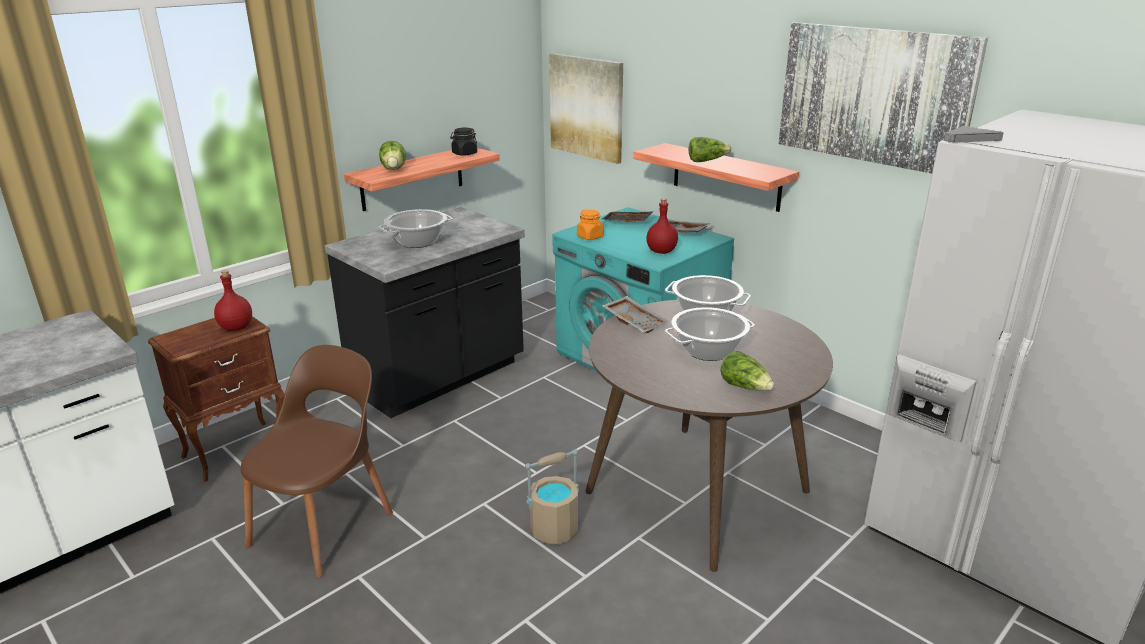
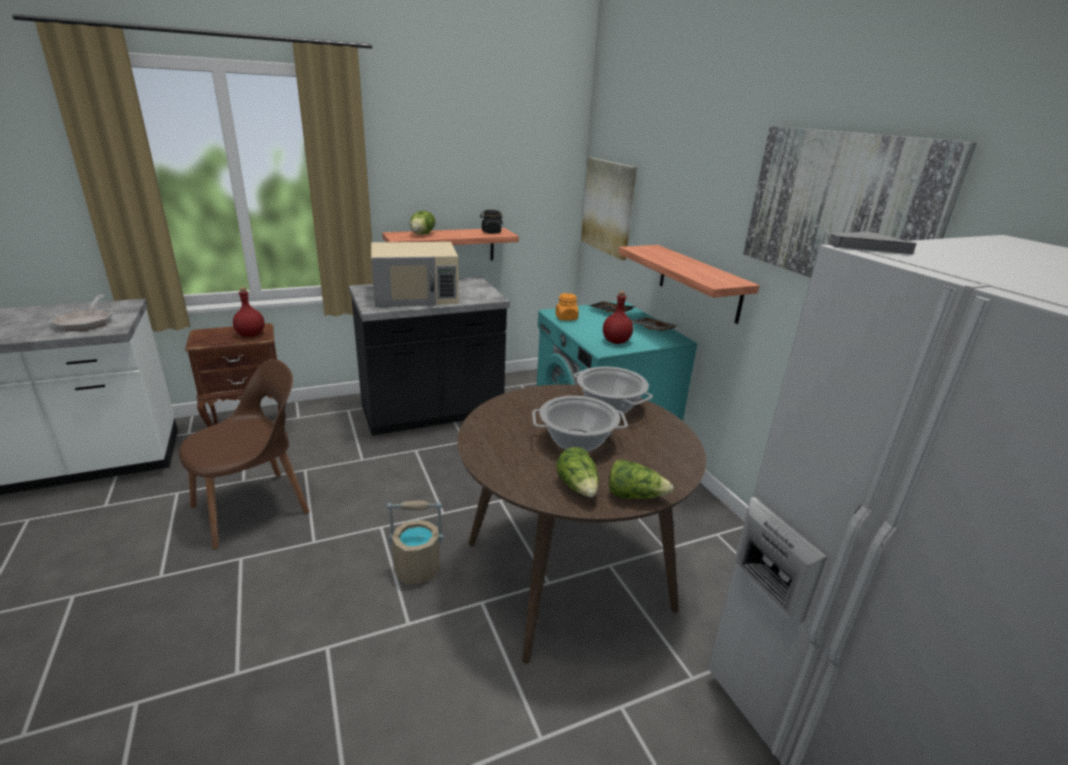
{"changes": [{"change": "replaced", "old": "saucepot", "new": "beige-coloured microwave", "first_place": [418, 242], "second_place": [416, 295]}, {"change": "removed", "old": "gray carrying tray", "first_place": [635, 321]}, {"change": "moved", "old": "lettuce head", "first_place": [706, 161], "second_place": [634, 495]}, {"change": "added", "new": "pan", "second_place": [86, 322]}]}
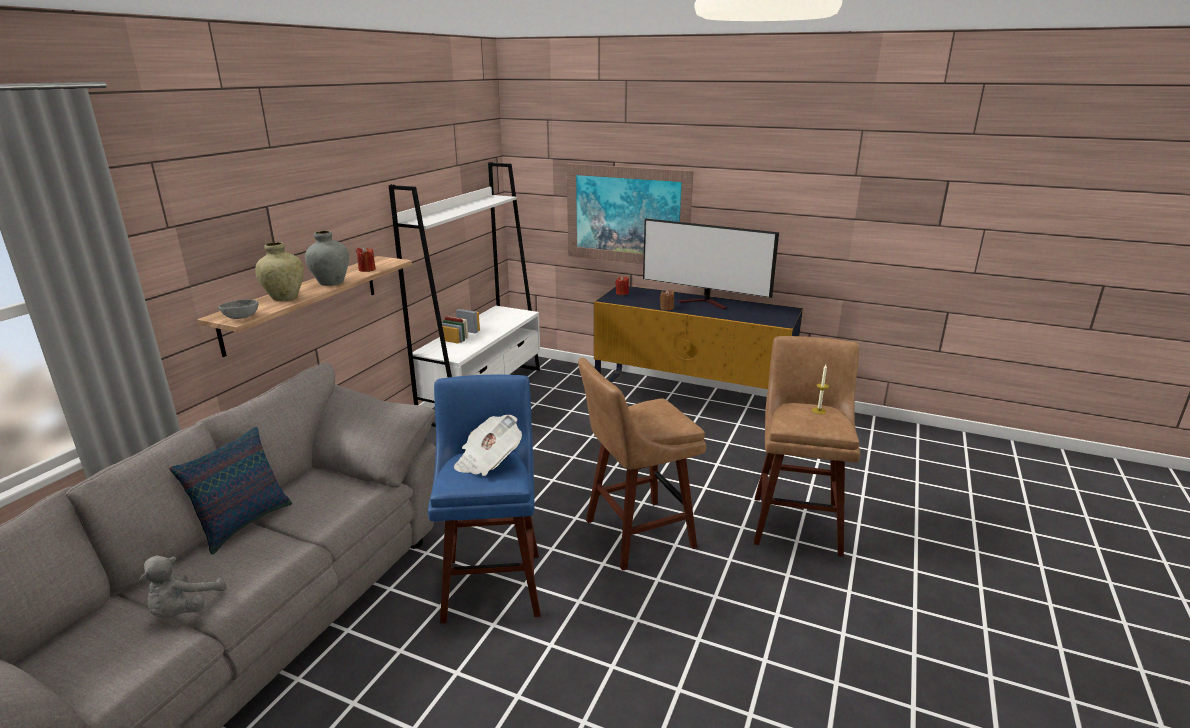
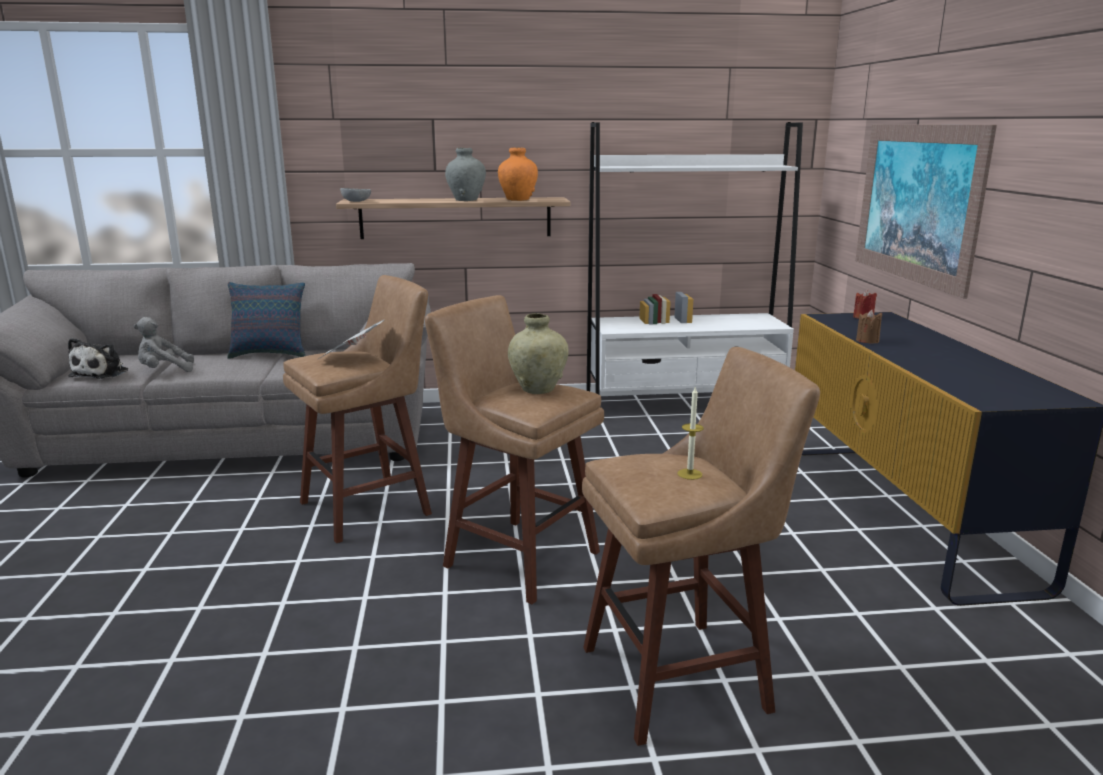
{"changes": [{"change": "moved", "old": "beige-coloured flower vase", "first_place": [285, 297], "second_place": [538, 389]}, {"change": "replaced", "old": "red wax light", "new": "orange-coloured flower vase", "first_place": [367, 269], "second_place": [518, 199]}, {"change": "recoloured", "old": "blue stool seat", "new": "brown-coloured stool seat", "first_place": [493, 583], "second_place": [370, 507]}, {"change": "removed", "old": "television", "first_place": [706, 303]}, {"change": "added", "new": "plush toy", "second_place": [102, 373]}]}
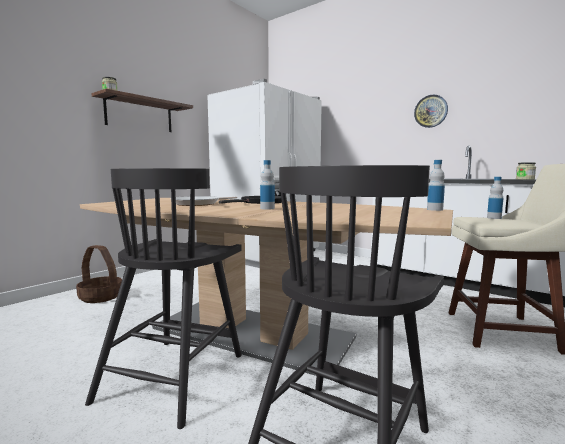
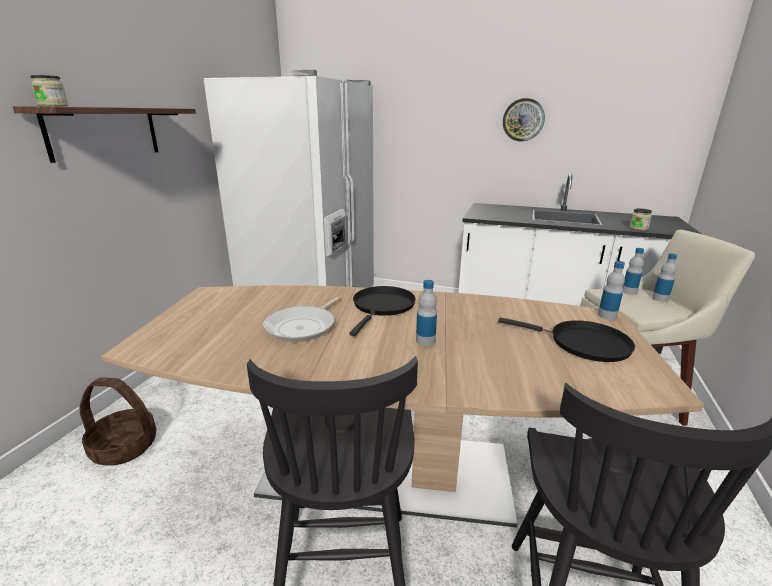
{"changes": [{"change": "added", "new": "black pan", "second_place": [583, 344]}, {"change": "added", "new": "bottle", "second_place": [660, 299]}]}
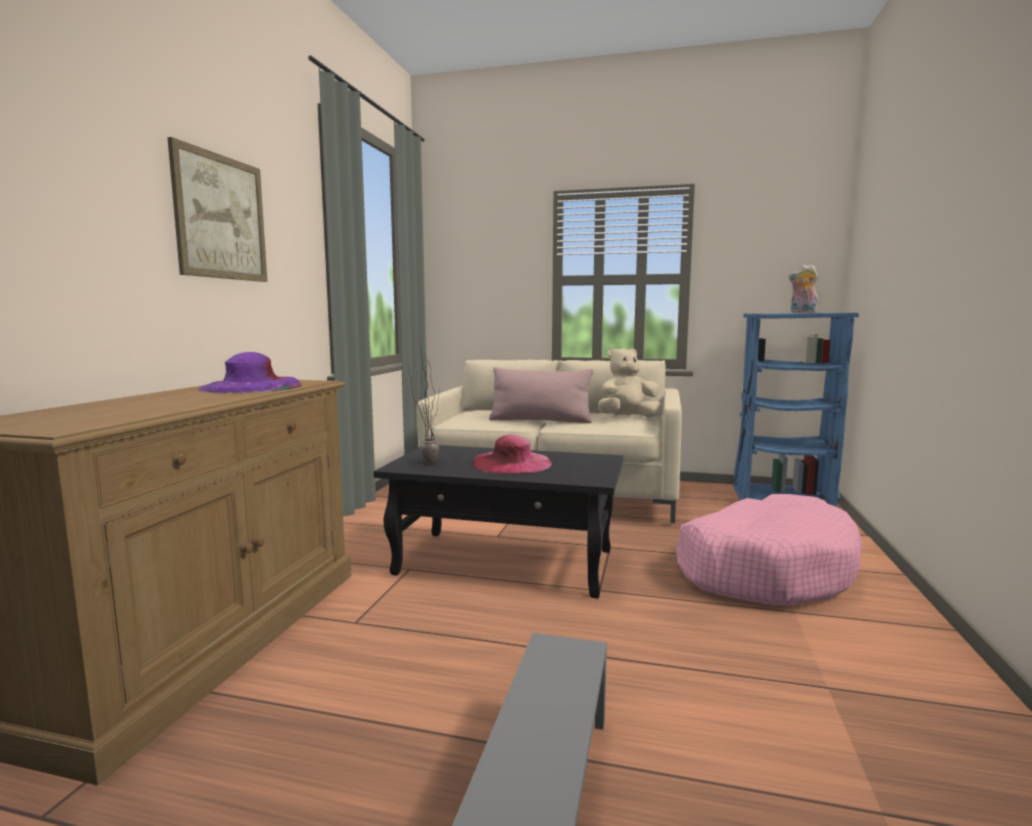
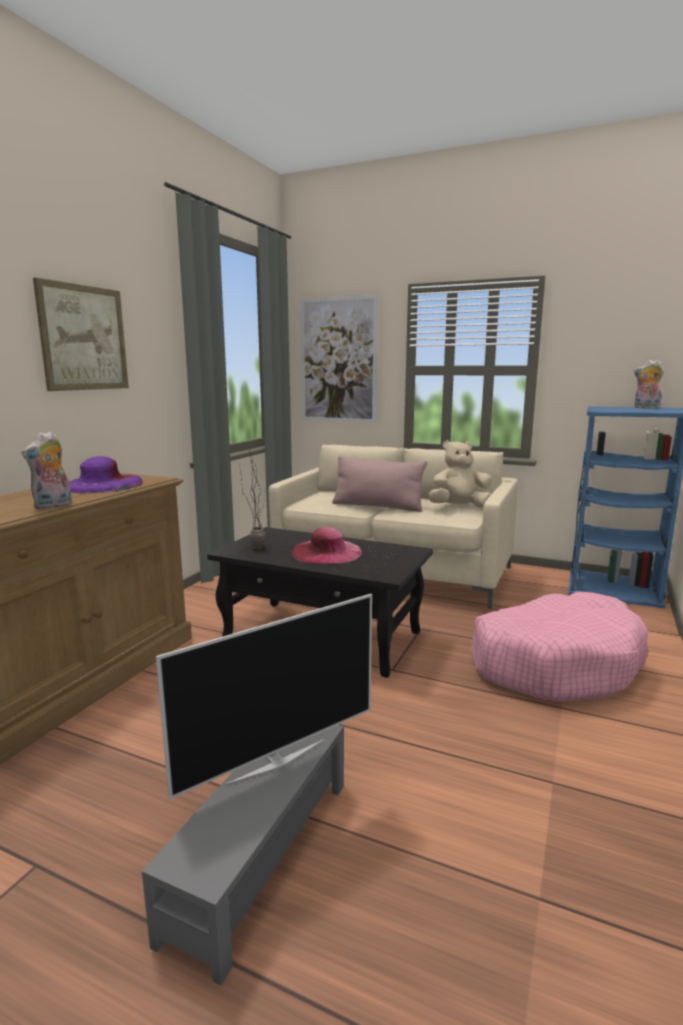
{"changes": [{"change": "added", "new": "plush toy", "second_place": [53, 506]}, {"change": "added", "new": "television", "second_place": [276, 761]}, {"change": "added", "new": "wall art", "second_place": [338, 360]}]}
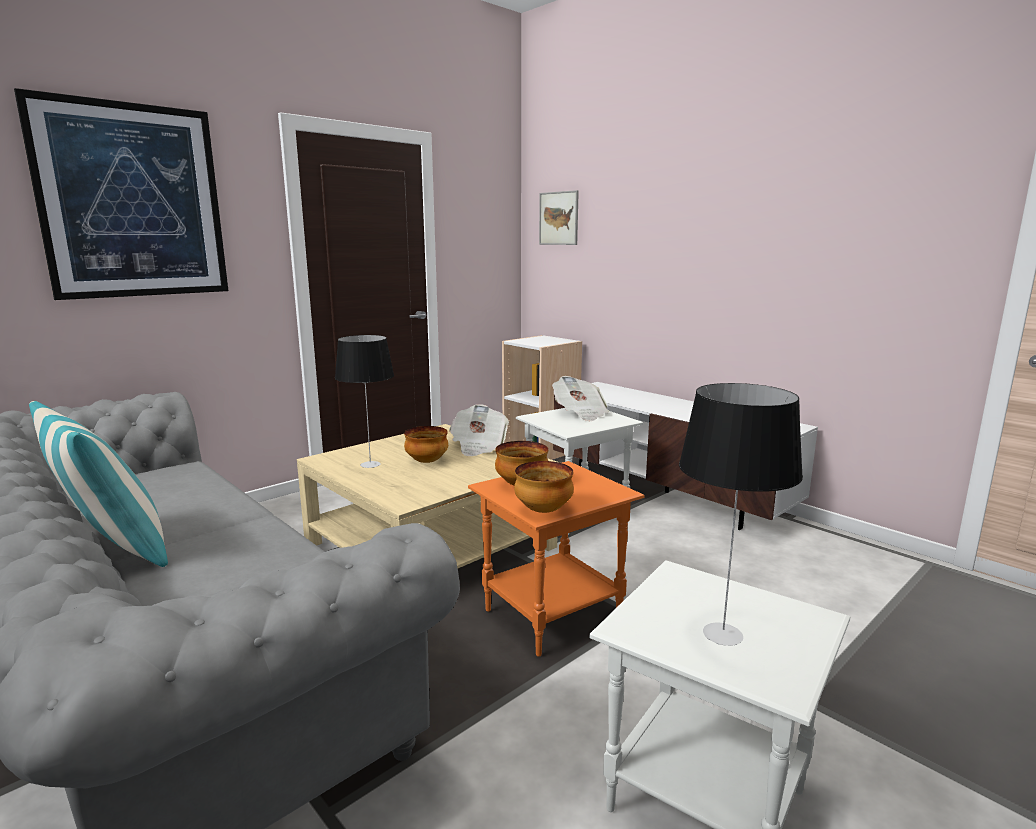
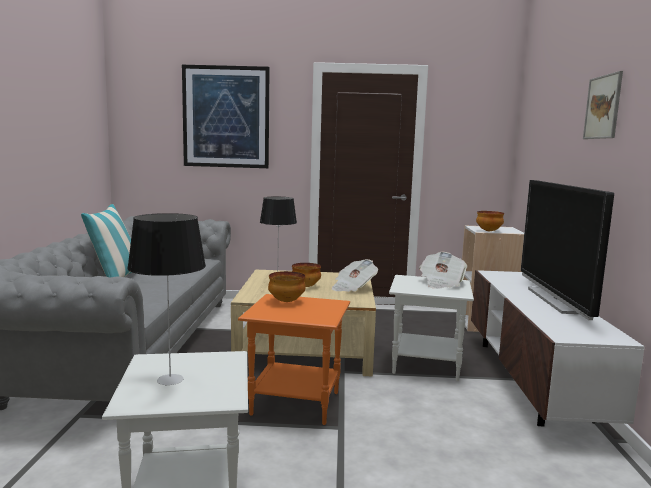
{"changes": [{"change": "moved", "old": "deep dish", "first_place": [542, 510], "second_place": [488, 231]}, {"change": "moved", "old": "wall art", "first_place": [558, 218], "second_place": [603, 107]}, {"change": "added", "new": "television", "second_place": [557, 300]}]}
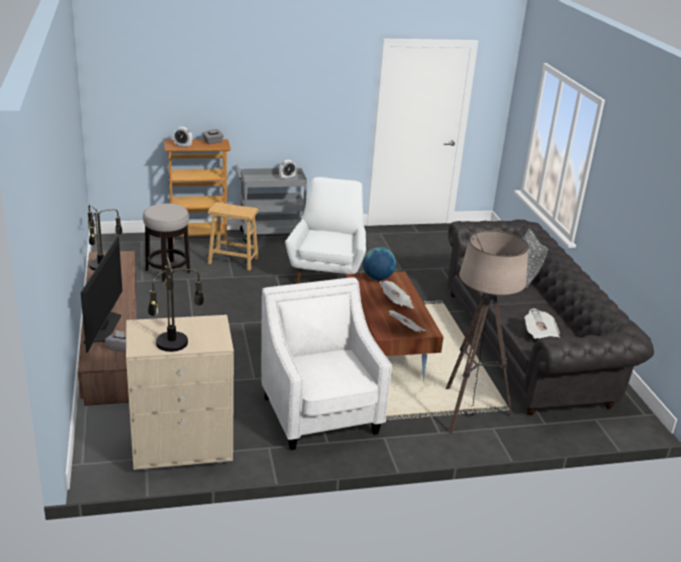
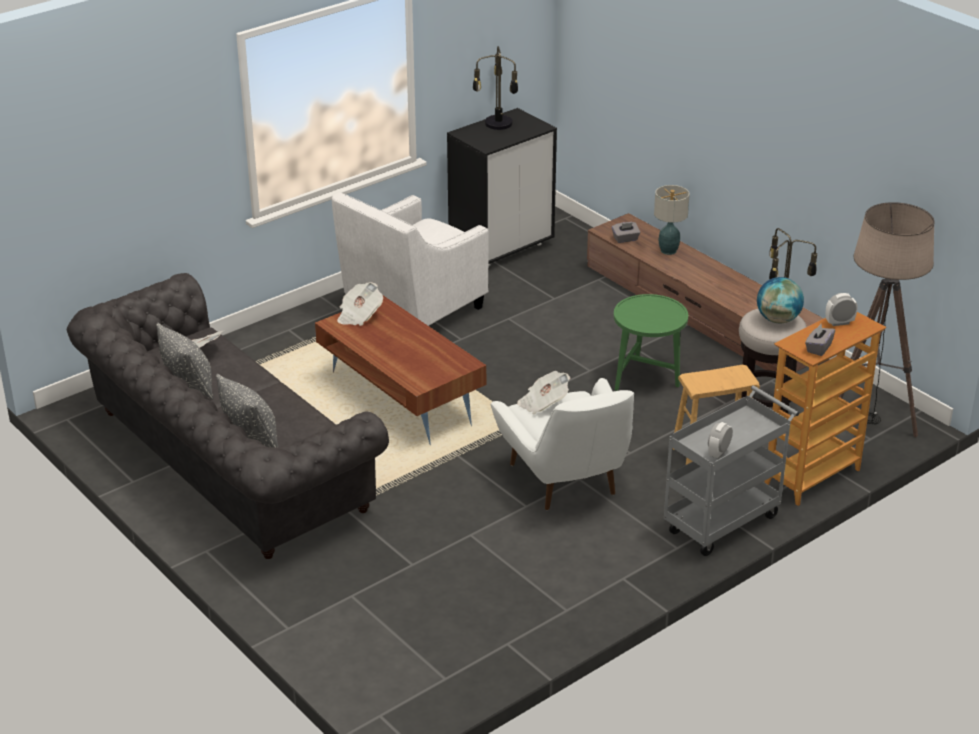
{"changes": [{"change": "replaced", "old": "television", "new": "lamp for a table", "first_place": [104, 327], "second_place": [669, 251]}, {"change": "recoloured", "old": "beige-coloured storage cabinet", "new": "black storage cabinet", "first_place": [181, 451], "second_place": [502, 246]}, {"change": "turned", "old": "white easy chair", "first_place": [320, 414], "second_place": [414, 309], "degrees": 90}, {"change": "moved", "old": "globe", "first_place": [377, 278], "second_place": [778, 319]}, {"change": "moved", "old": "newspaper", "first_place": [396, 303], "second_place": [543, 403]}, {"change": "moved", "old": "floor lamp", "first_place": [470, 412], "second_place": [869, 418]}, {"change": "added", "new": "gray cushion", "second_place": [189, 386]}, {"change": "added", "new": "greenish accent table", "second_place": [646, 378]}]}
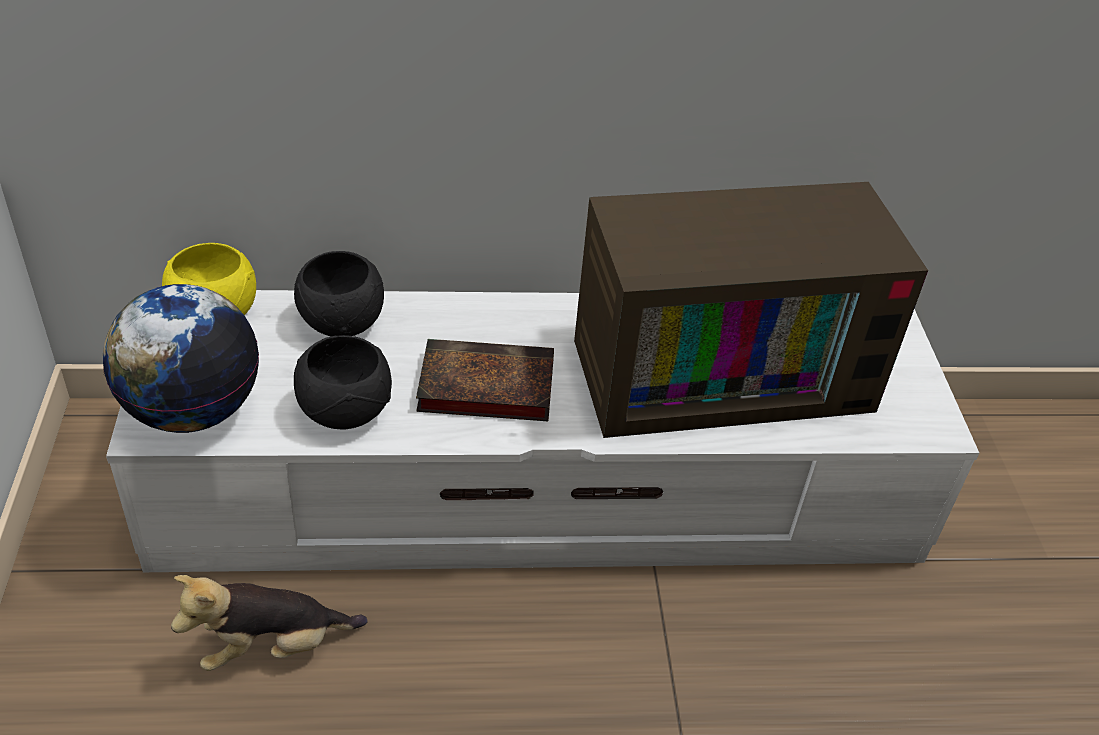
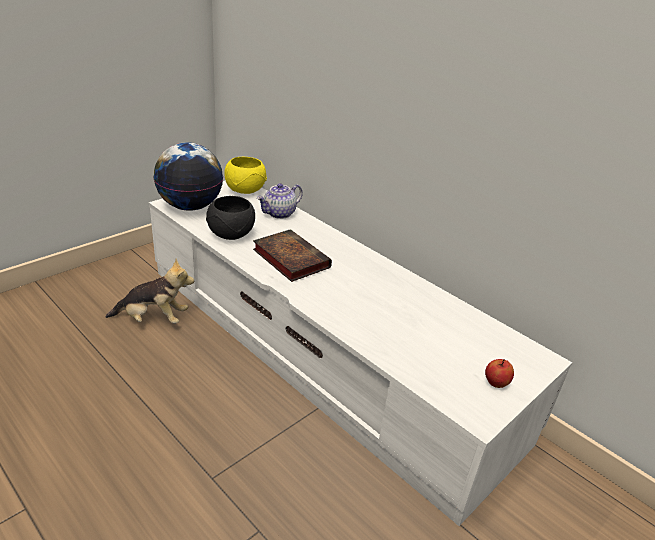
{"changes": [{"change": "turned", "old": "plush toy", "first_place": [272, 647], "second_place": [153, 319], "degrees": 150}, {"change": "replaced", "old": "black deep dish", "new": "teapot", "first_place": [341, 321], "second_place": [279, 213]}, {"change": "removed", "old": "television", "first_place": [722, 369]}, {"change": "added", "new": "whole apple", "second_place": [496, 383]}]}
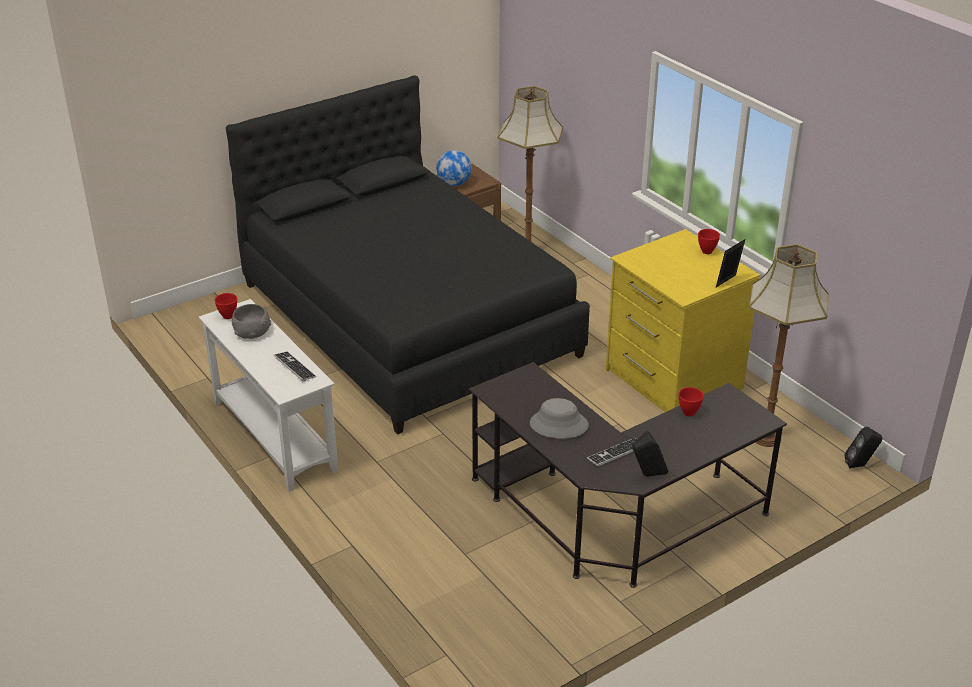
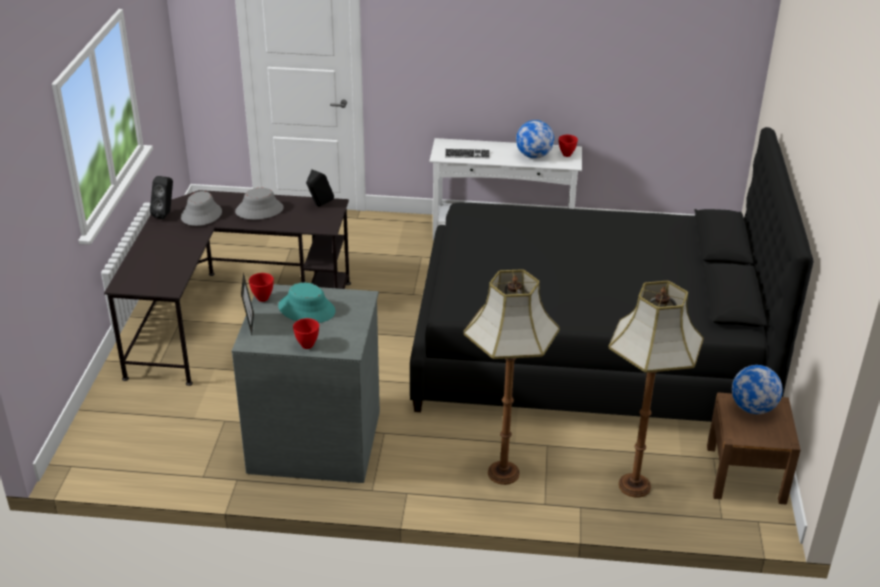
{"changes": [{"change": "replaced", "old": "gray deep dish", "new": "globe", "first_place": [252, 331], "second_place": [534, 156]}, {"change": "replaced", "old": "computer keyboard", "new": "gray clothing hat", "first_place": [616, 453], "second_place": [201, 215]}, {"change": "recoloured", "old": "yellowish drawer chest", "new": "gray drawer chest", "first_place": [672, 380], "second_place": [315, 440]}, {"change": "moved", "old": "red deep dish", "first_place": [688, 413], "second_place": [262, 298]}, {"change": "moved", "old": "floor lamp", "first_place": [767, 437], "second_place": [502, 474]}, {"change": "moved", "old": "black speaker", "first_place": [860, 465], "second_place": [319, 206]}, {"change": "added", "new": "blue-green clothing hat", "second_place": [307, 309]}]}
